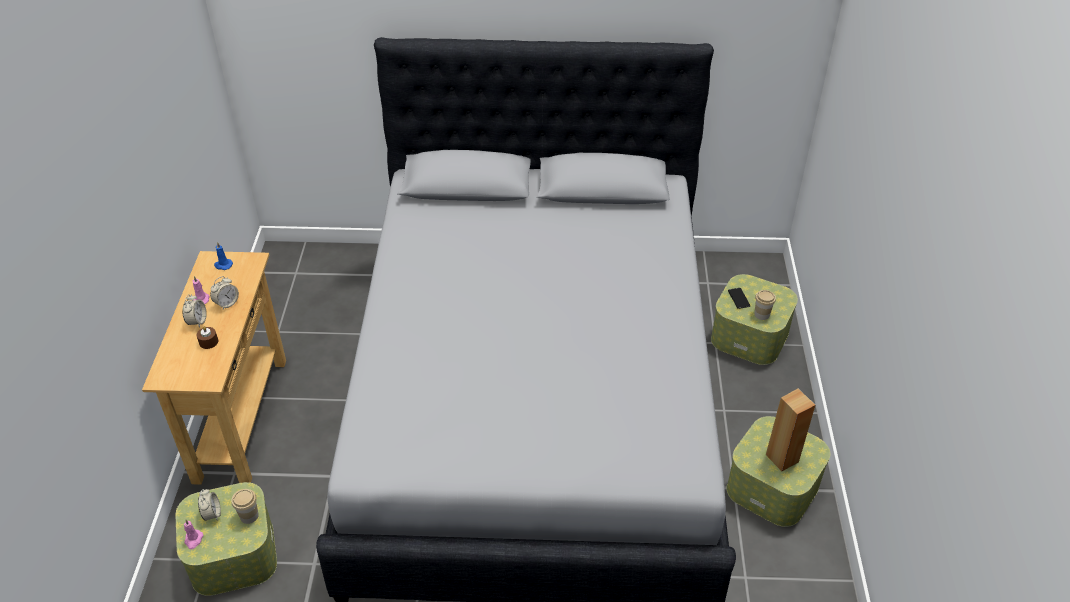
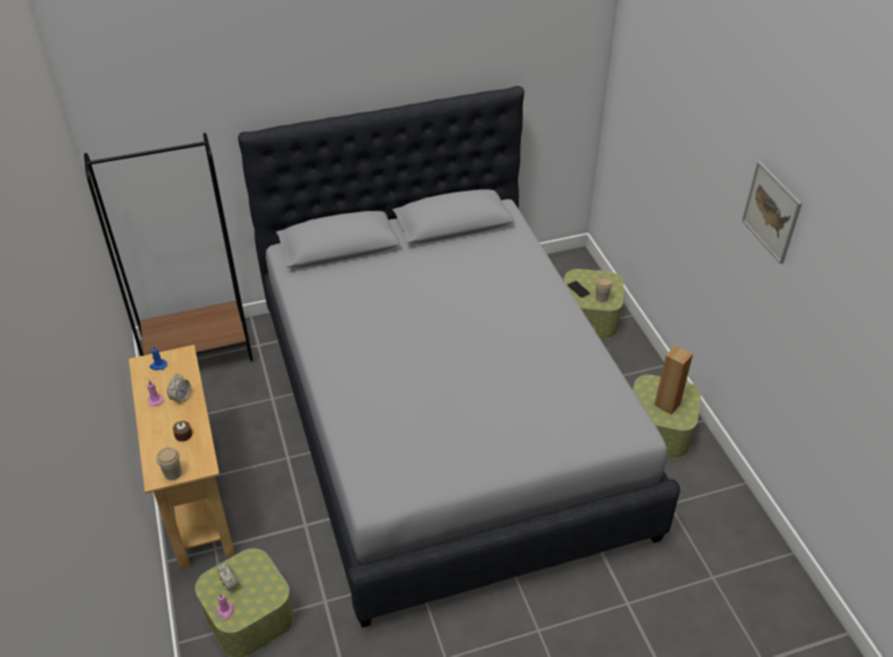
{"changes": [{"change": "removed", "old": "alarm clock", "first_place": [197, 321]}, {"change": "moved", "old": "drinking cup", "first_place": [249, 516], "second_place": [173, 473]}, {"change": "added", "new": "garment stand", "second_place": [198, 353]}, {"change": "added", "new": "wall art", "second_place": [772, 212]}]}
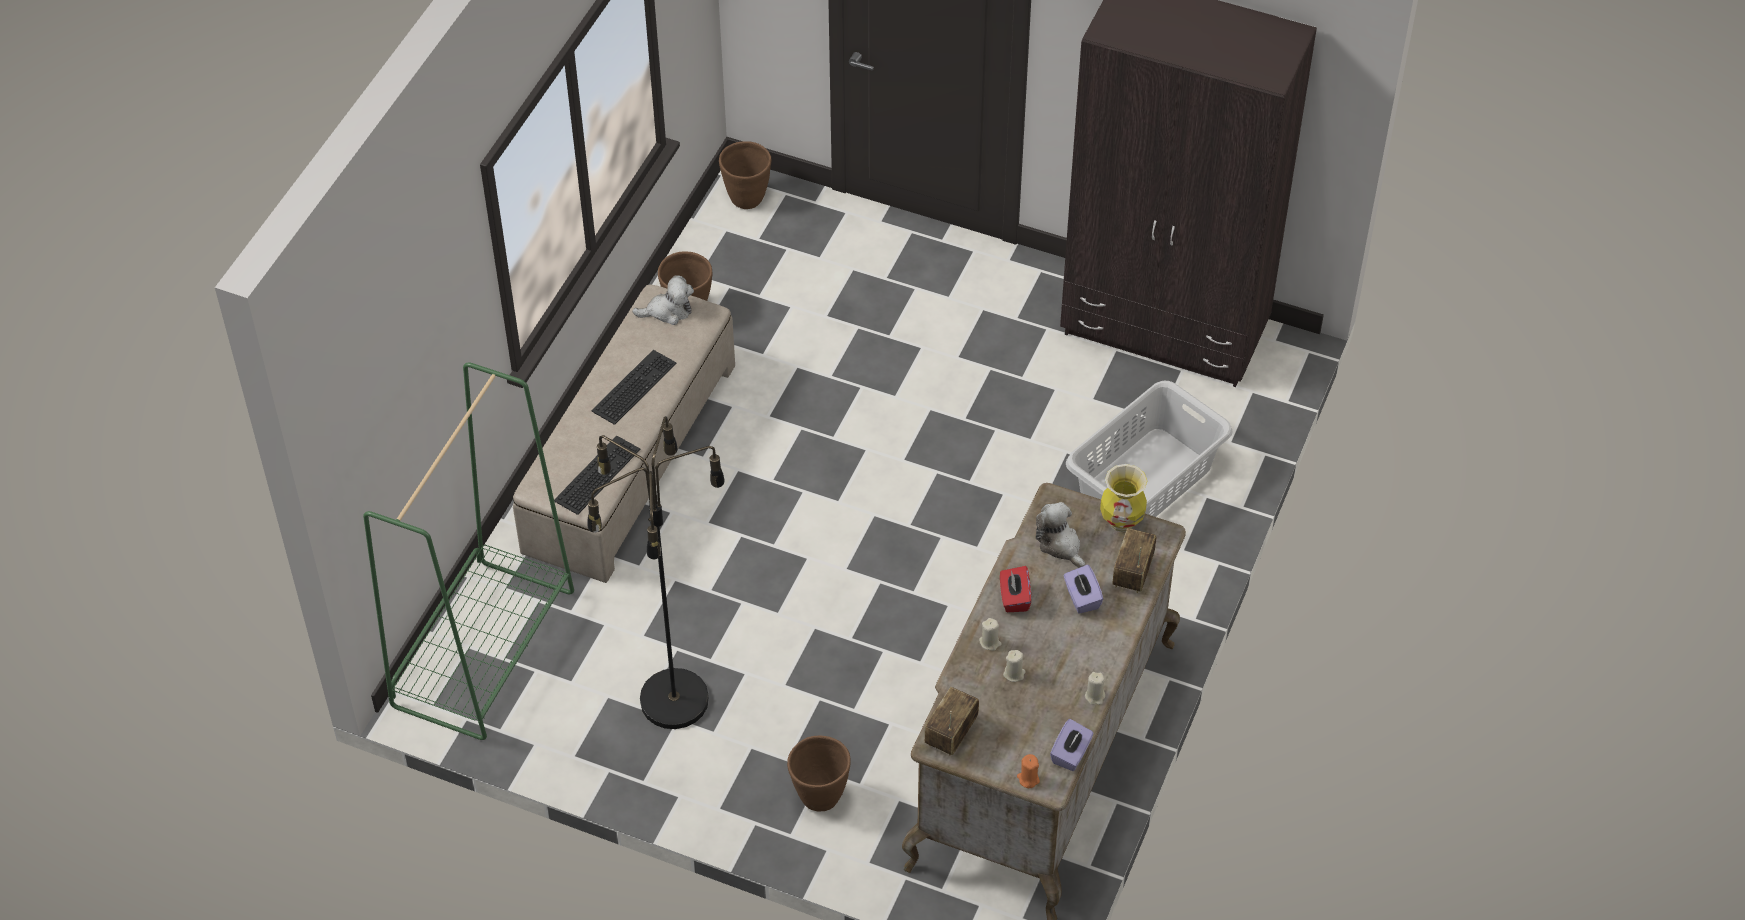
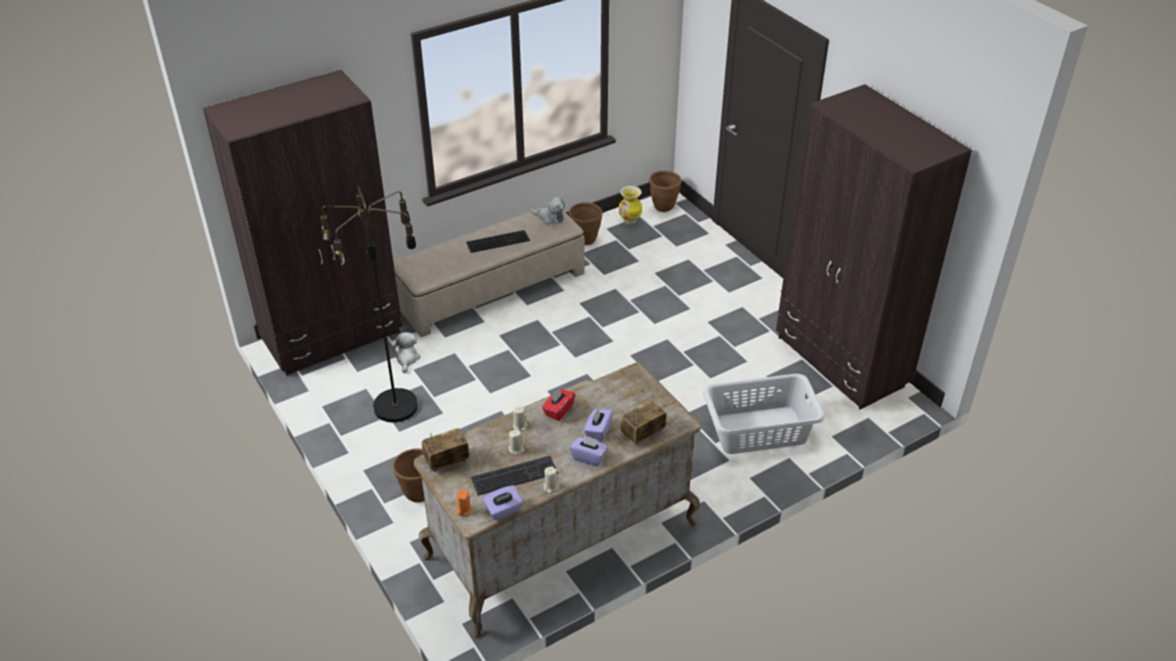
{"changes": [{"change": "replaced", "old": "greenish garment stand", "new": "brown-coloured clothes cupboard", "first_place": [483, 649], "second_place": [333, 337]}, {"change": "moved", "old": "computer keyboard", "first_place": [596, 473], "second_place": [515, 474]}, {"change": "moved", "old": "plush toy", "first_place": [1060, 545], "second_place": [407, 359]}, {"change": "moved", "old": "flower vase", "first_place": [1121, 522], "second_place": [630, 221]}, {"change": "added", "new": "purple box of tissues", "second_place": [589, 457]}]}
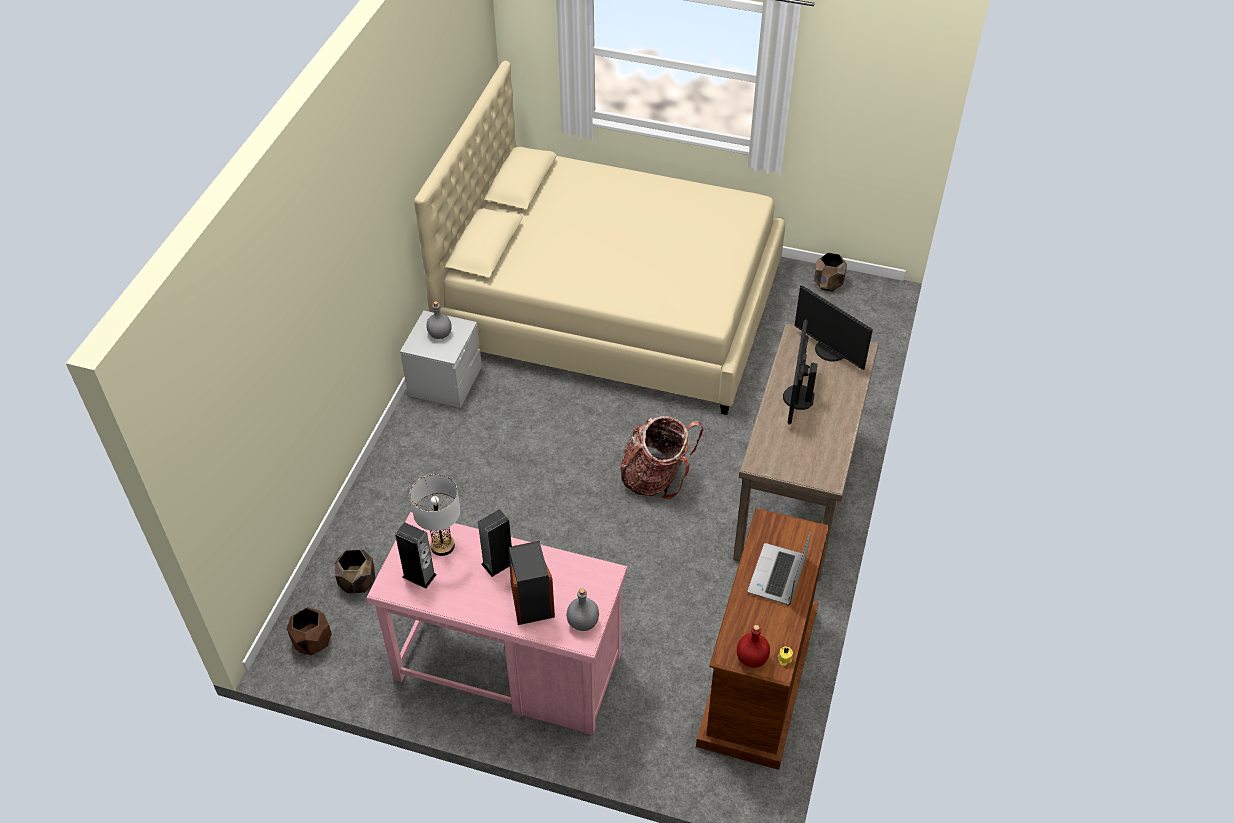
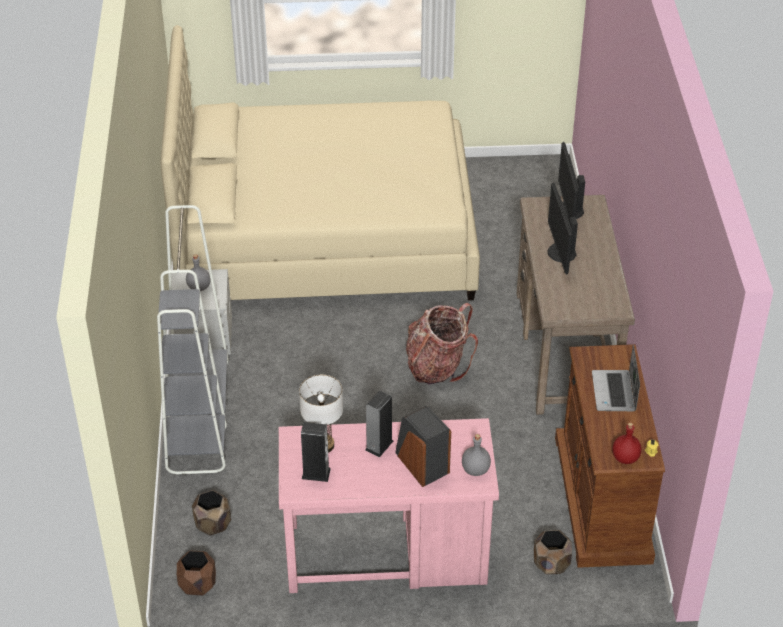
{"changes": [{"change": "turned", "old": "monitor", "first_place": [829, 351], "second_place": [568, 210], "degrees": 60}, {"change": "moved", "old": "brown-coloured planter", "first_place": [828, 284], "second_place": [551, 564]}, {"change": "added", "new": "gray garment stand", "second_place": [198, 418]}]}
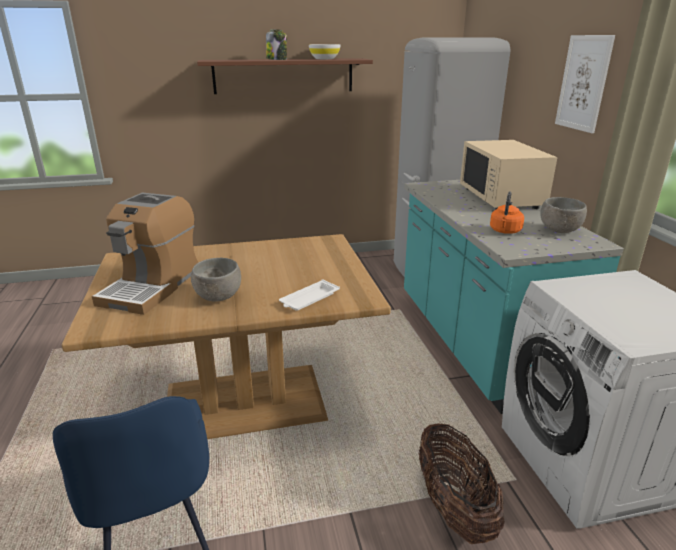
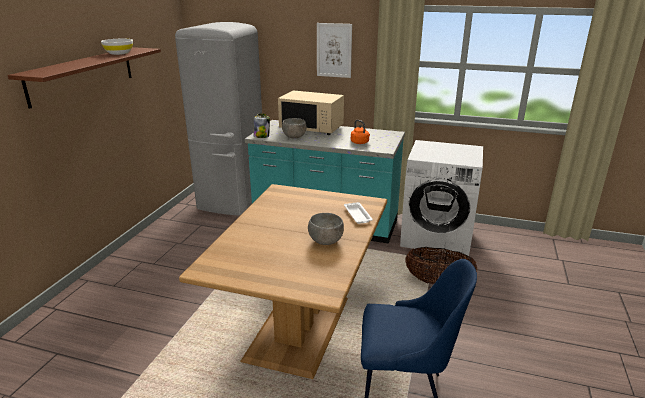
{"changes": [{"change": "removed", "old": "coffee machine", "first_place": [152, 287]}, {"change": "moved", "old": "jar", "first_place": [277, 59], "second_place": [261, 136]}, {"change": "moved", "old": "gray deep dish", "first_place": [558, 230], "second_place": [294, 137]}]}
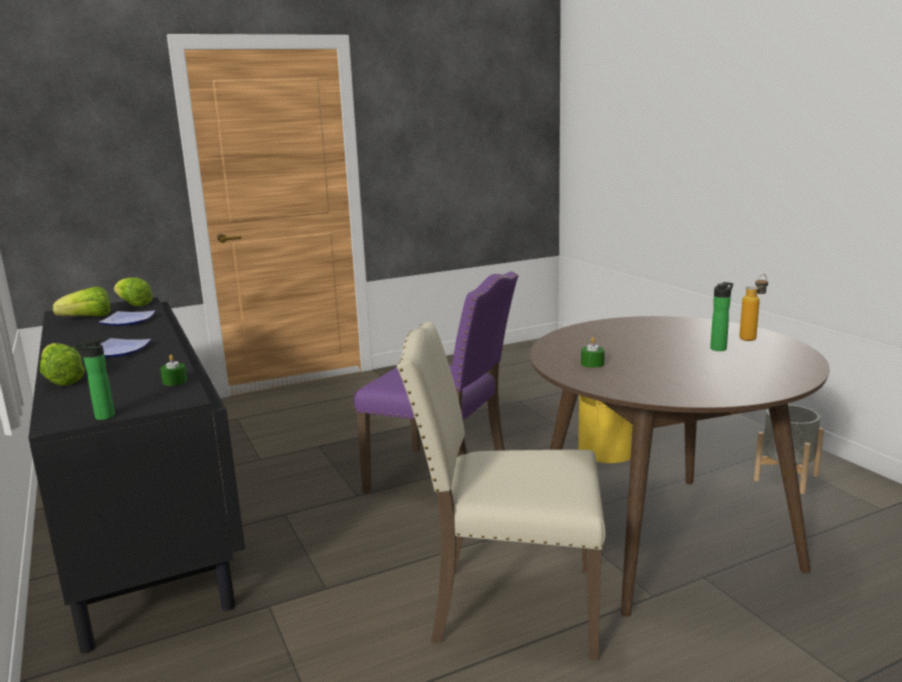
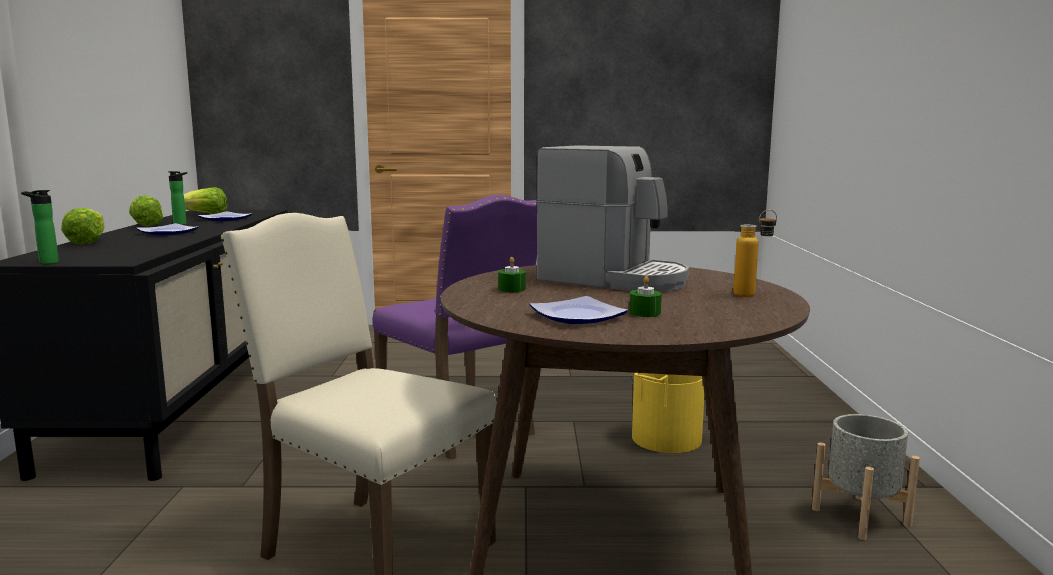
{"changes": [{"change": "moved", "old": "lettuce head", "first_place": [133, 304], "second_place": [147, 224]}, {"change": "moved", "old": "greenish wax light", "first_place": [175, 381], "second_place": [645, 313]}, {"change": "moved", "old": "bottle", "first_place": [719, 348], "second_place": [182, 224]}, {"change": "added", "new": "dinner plate", "second_place": [577, 317]}, {"change": "added", "new": "coffee machine", "second_place": [614, 279]}]}
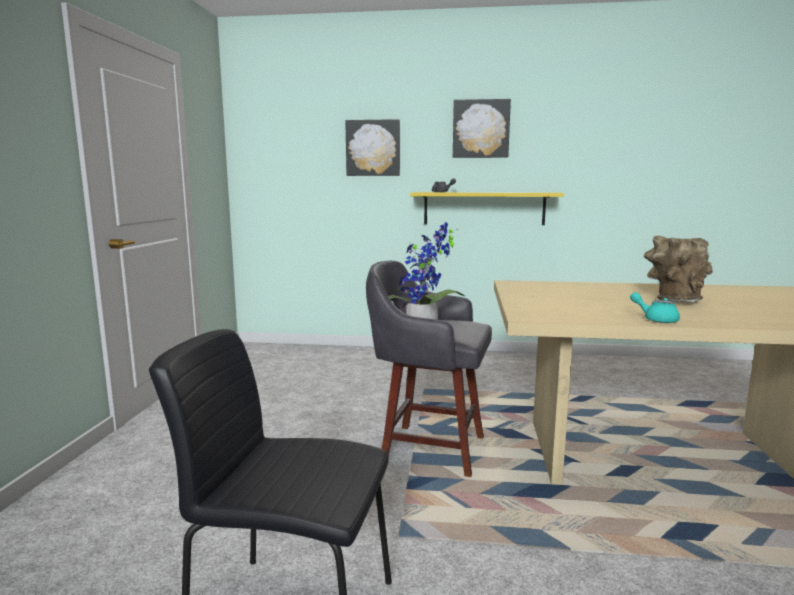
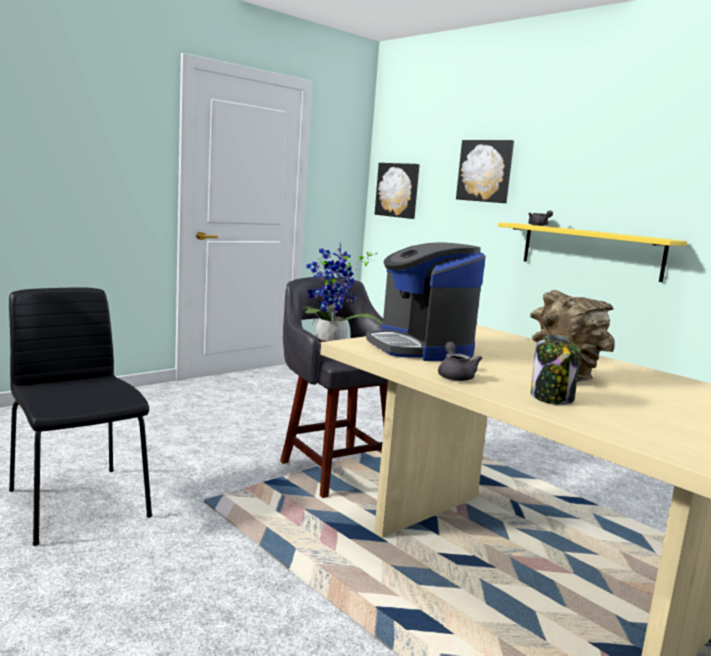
{"changes": [{"change": "moved", "old": "wall art", "first_place": [481, 129], "second_place": [398, 190]}, {"change": "recoloured", "old": "blue-green teapot", "new": "gray teapot", "first_place": [656, 319], "second_place": [455, 375]}, {"change": "added", "new": "coffee machine", "second_place": [420, 348]}, {"change": "added", "new": "jar", "second_place": [552, 398]}]}
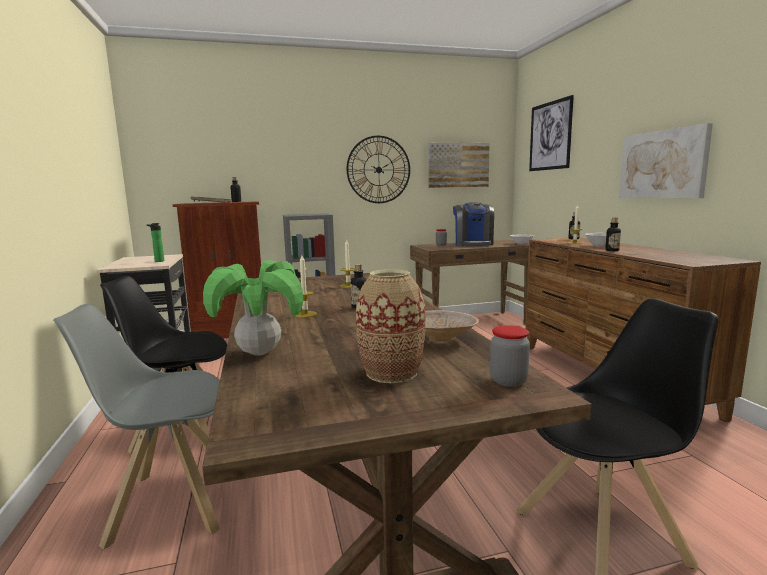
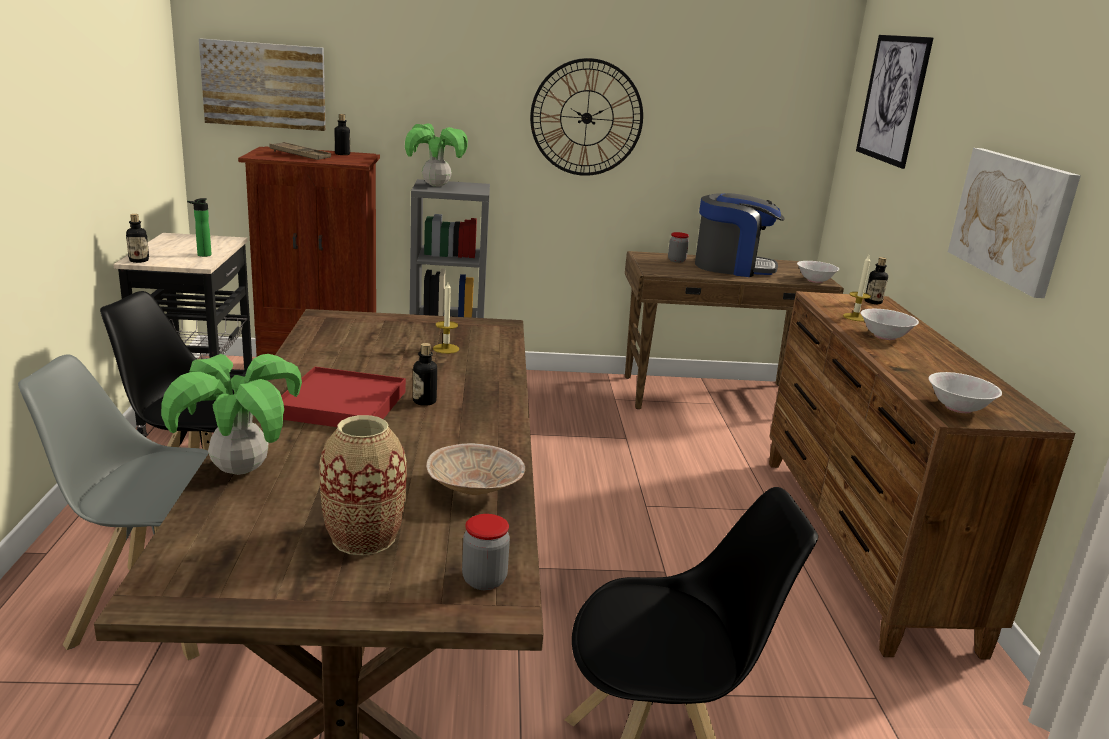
{"changes": [{"change": "replaced", "old": "wax light", "new": "red carrying tray", "first_place": [305, 314], "second_place": [342, 404]}, {"change": "moved", "old": "wall art", "first_place": [458, 165], "second_place": [264, 85]}, {"change": "turned", "old": "coffee machine", "first_place": [473, 244], "second_place": [732, 267], "degrees": -90}, {"change": "moved", "old": "bottle", "first_place": [612, 250], "second_place": [139, 260]}, {"change": "added", "new": "plant in a pot", "second_place": [436, 185]}, {"change": "added", "new": "white deep dish", "second_place": [958, 408]}]}
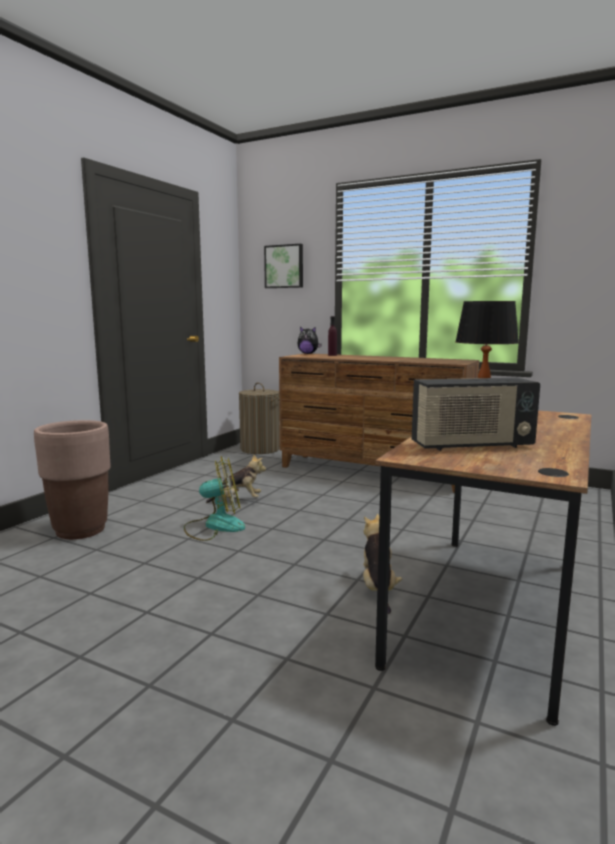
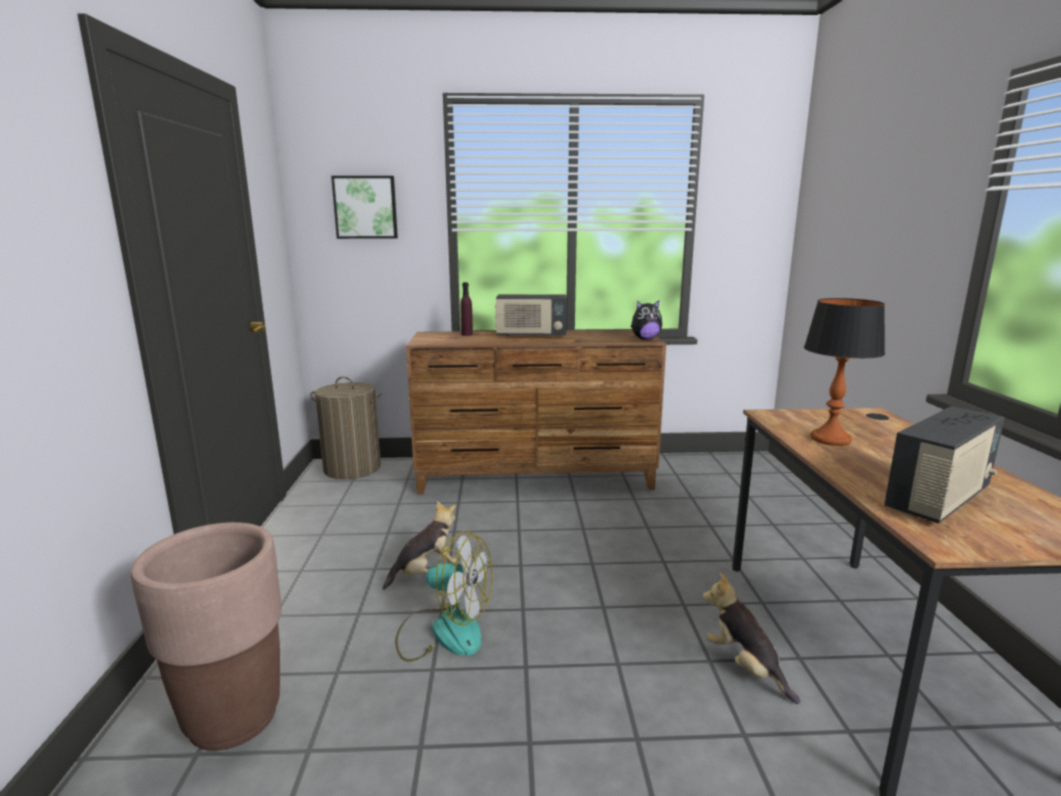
{"changes": [{"change": "turned", "old": "electric fan", "first_place": [215, 526], "second_place": [444, 631], "degrees": 60}, {"change": "moved", "old": "plush toy", "first_place": [308, 354], "second_place": [645, 339]}, {"change": "added", "new": "radio receiver", "second_place": [531, 335]}]}
